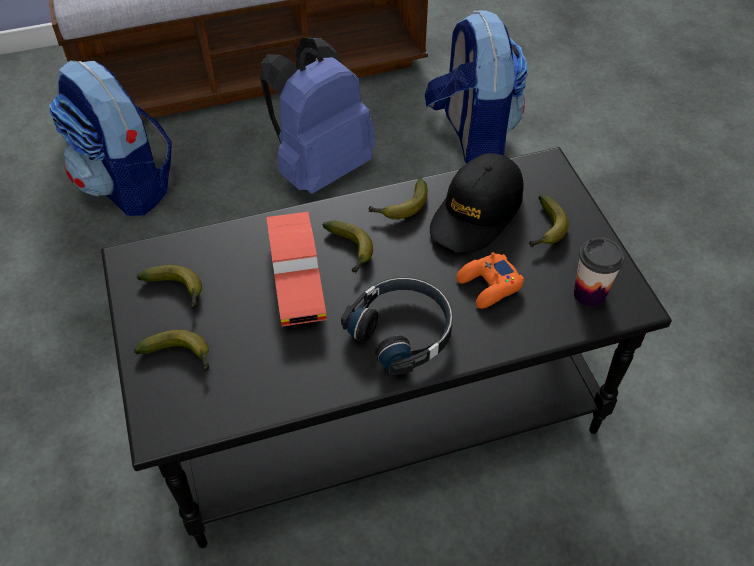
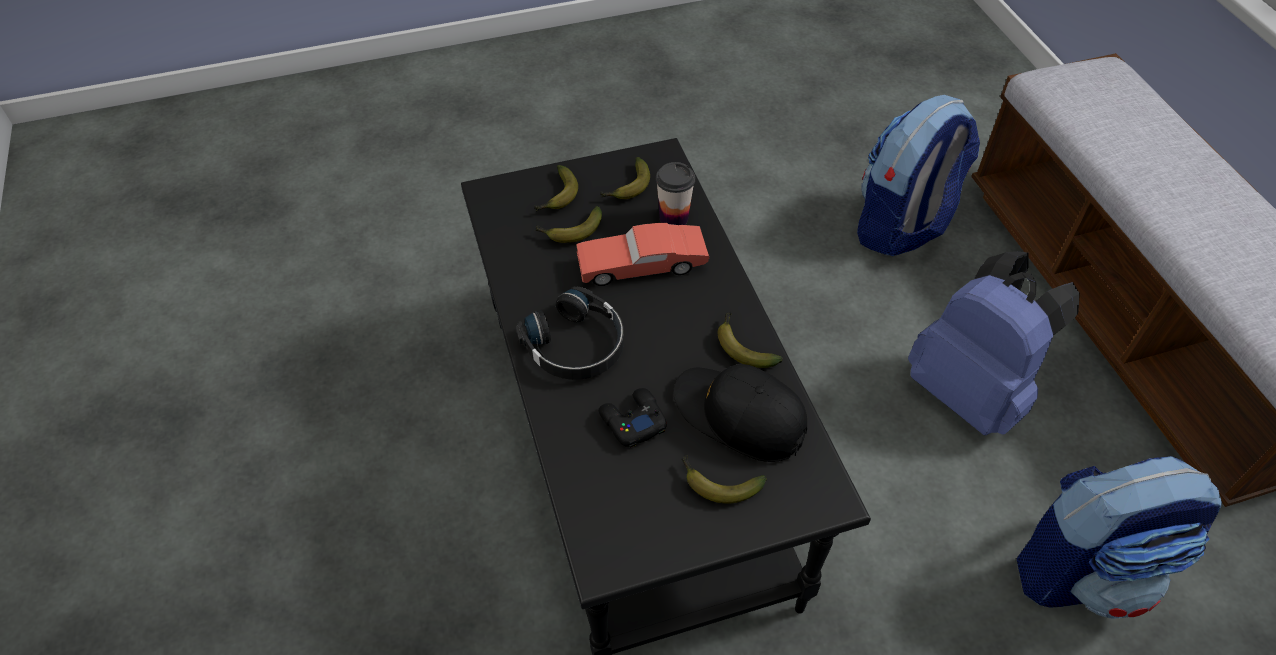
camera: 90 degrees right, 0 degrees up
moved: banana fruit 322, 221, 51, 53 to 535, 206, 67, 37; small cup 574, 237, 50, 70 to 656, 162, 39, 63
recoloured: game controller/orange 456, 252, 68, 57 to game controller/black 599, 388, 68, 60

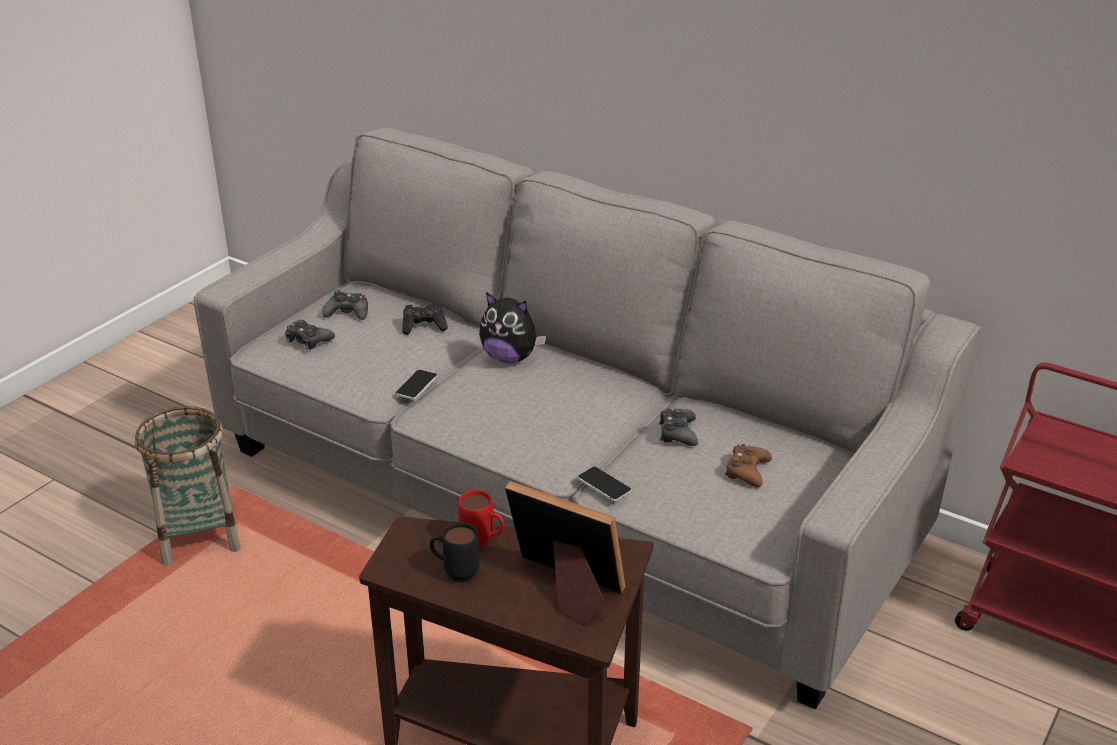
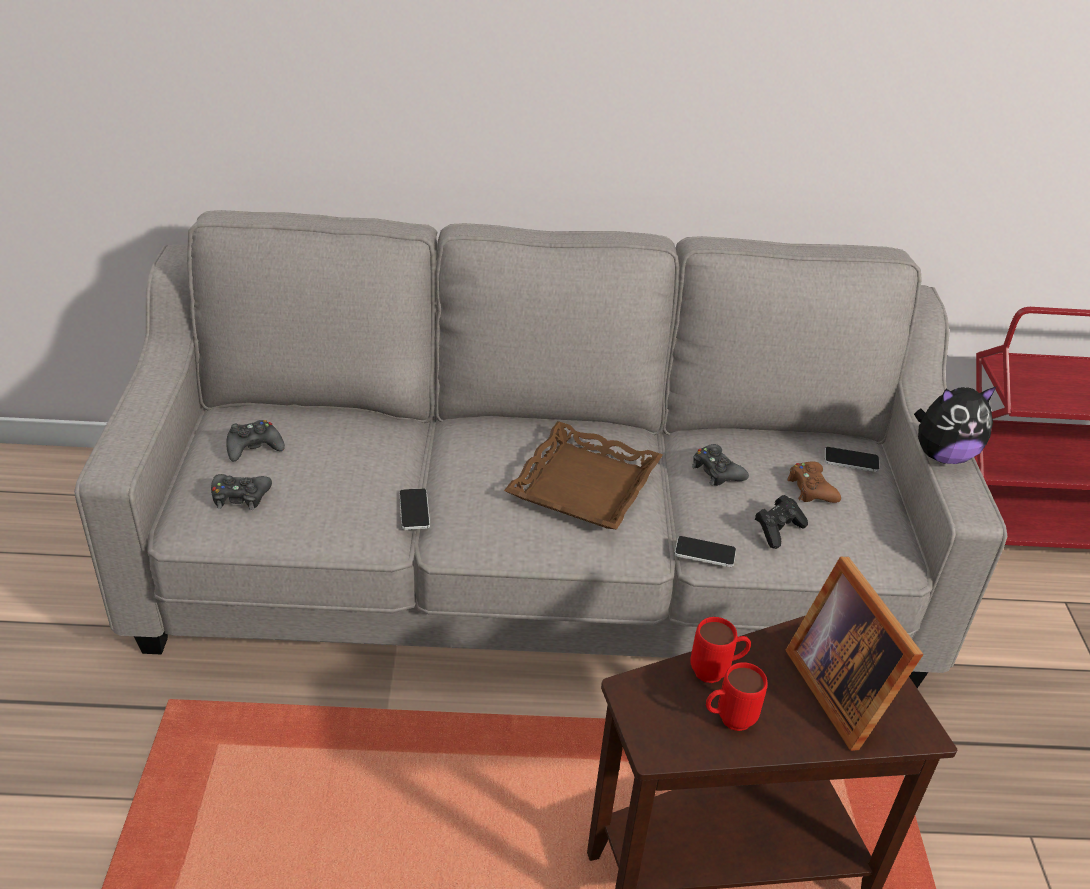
camera: 35 degrees left, 5 degrees up
removed: basket 135, 406, 106, 160
added: tray/brown 504, 421, 159, 109; handset 825, 447, 55, 25
moved: game controller/black 402, 302, 46, 33 to 755, 495, 53, 54; cuddly toy 479, 292, 67, 71 to 914, 386, 83, 78
recoloured: coffee mug/black 430, 523, 50, 60 to coffee mug/reddish 706, 662, 62, 69
turned: photo frame 505, 481, 121, 146 = 786, 557, 138, 194 105 degrees counterclockwise

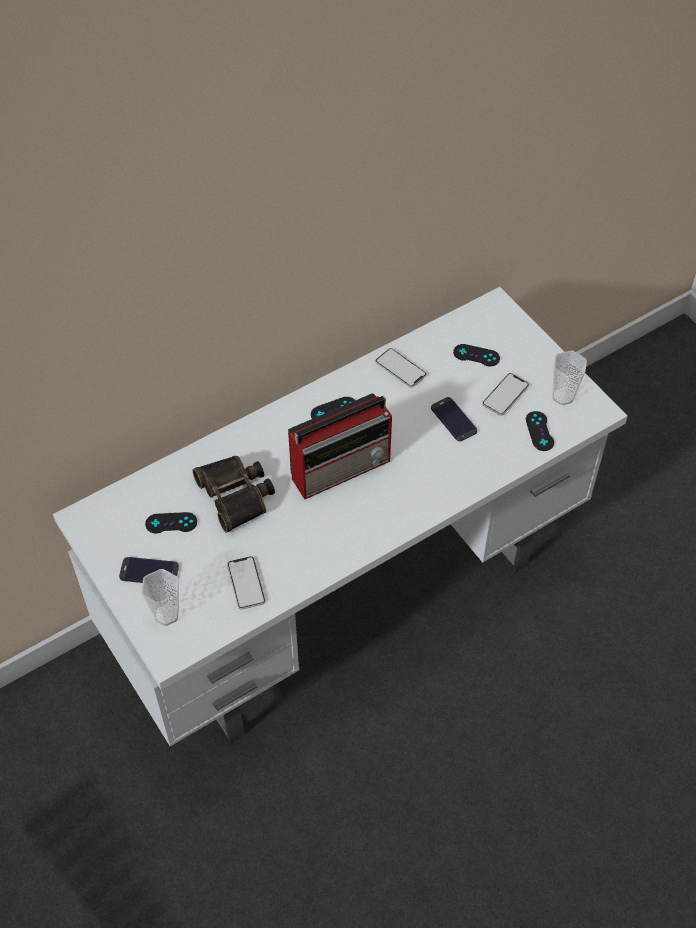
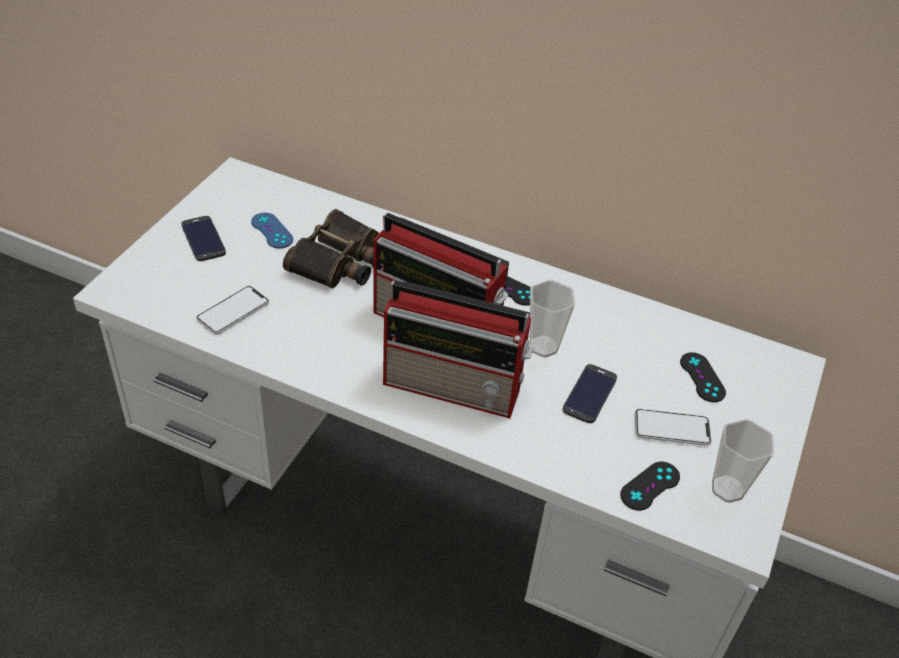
camera: 55 degrees right, 10 degrees down
removed: handset 375, 348, 52, 40
added: radio 383, 280, 151, 138
moved: small cup 141, 569, 38, 57 to 529, 280, 46, 77
recoloured: game controller/black 145, 512, 52, 22 to game controller/blue-coloured 251, 213, 42, 36

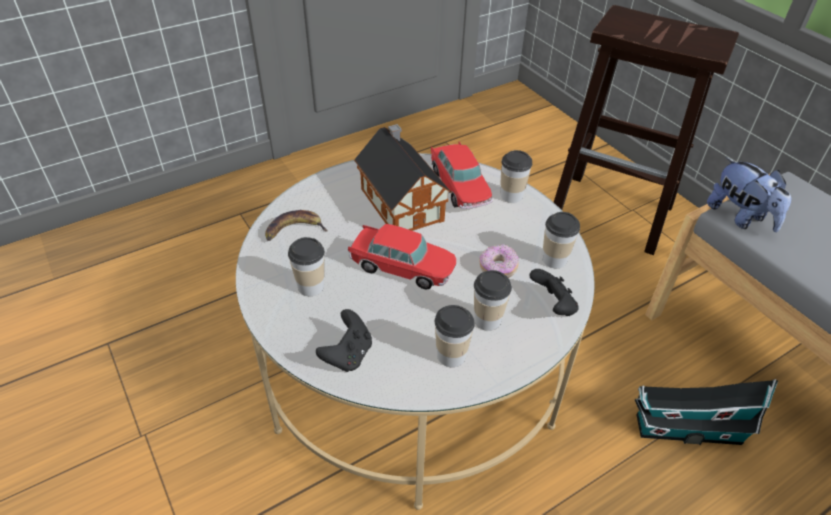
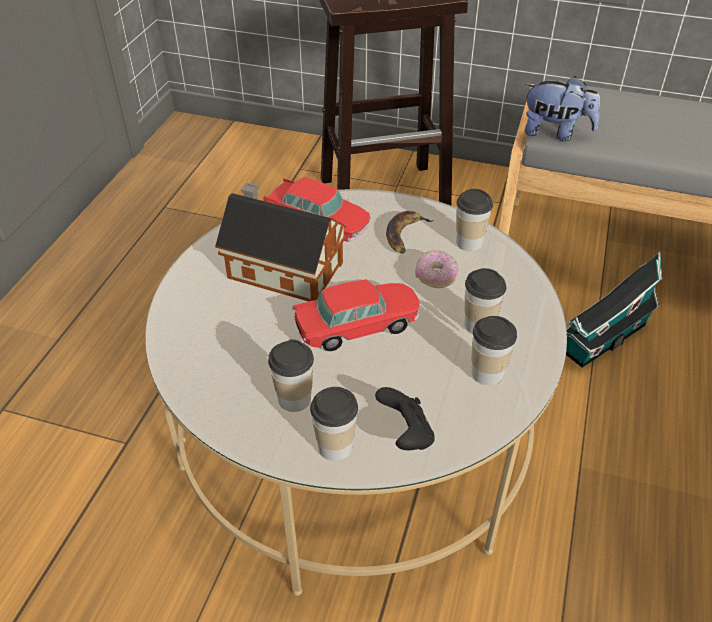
camera: 40 degrees left, 0 degrees up
removed: game controller/black 529, 269, 50, 47
moved: small cup 500, 150, 32, 53 to 310, 387, 48, 74; banana fruit 265, 210, 62, 31 to 386, 211, 48, 43

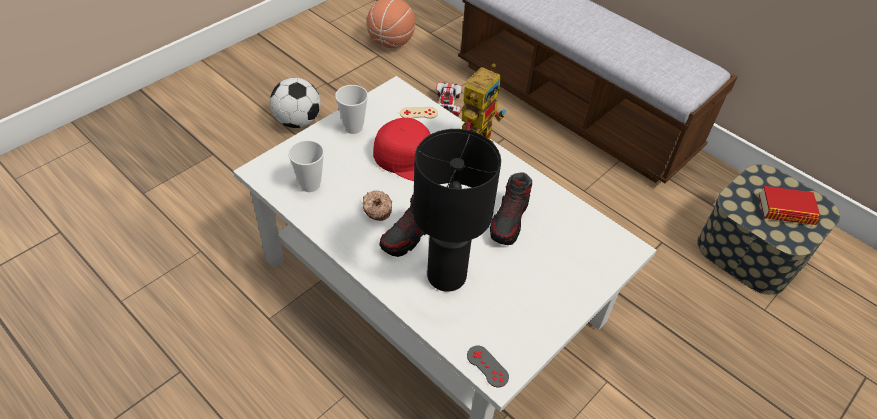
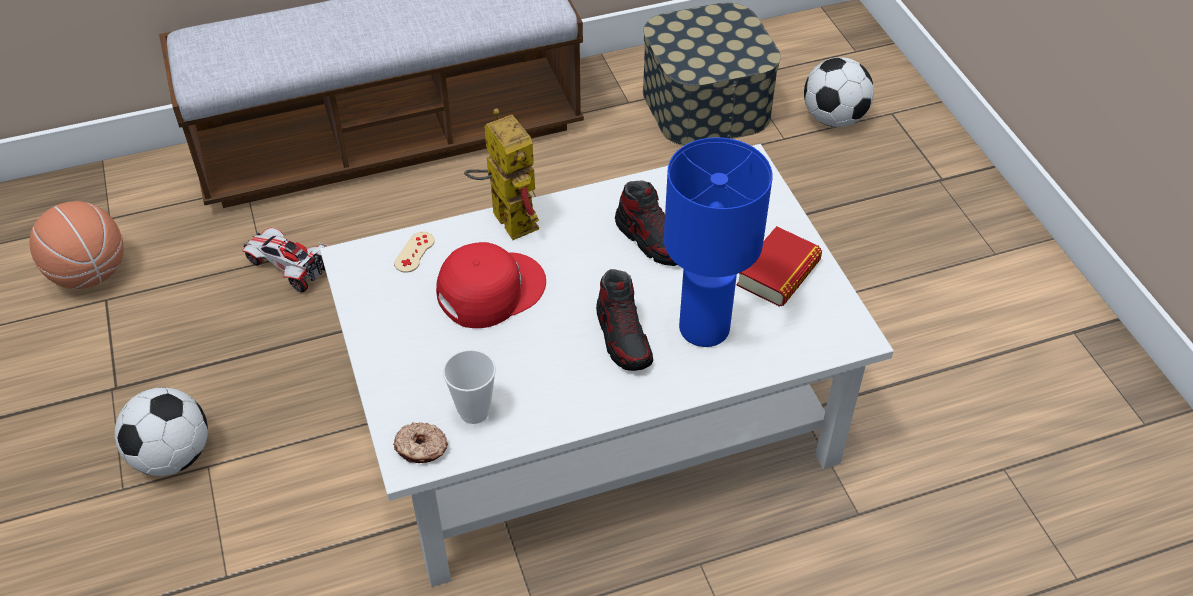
camera: 60 degrees left, 0 degrees up
removed: small cup 335, 85, 33, 49; game controller/greyish 467, 346, 42, 41
added: football 804, 57, 70, 70
moved: doughnut 363, 191, 29, 30 to 393, 422, 55, 41; volume 759, 186, 61, 39 to 736, 226, 86, 81
recoloured: table lamp/black 413, 129, 88, 163 to table lamp/blue-coloured 664, 137, 109, 210

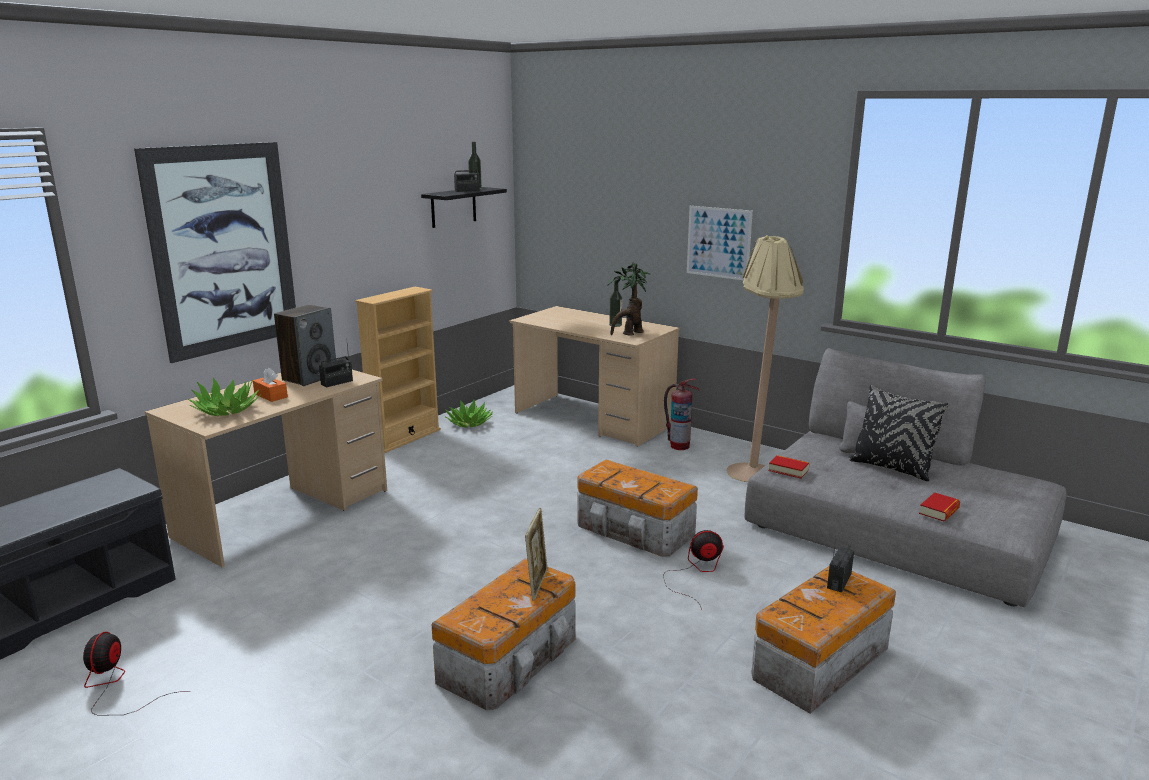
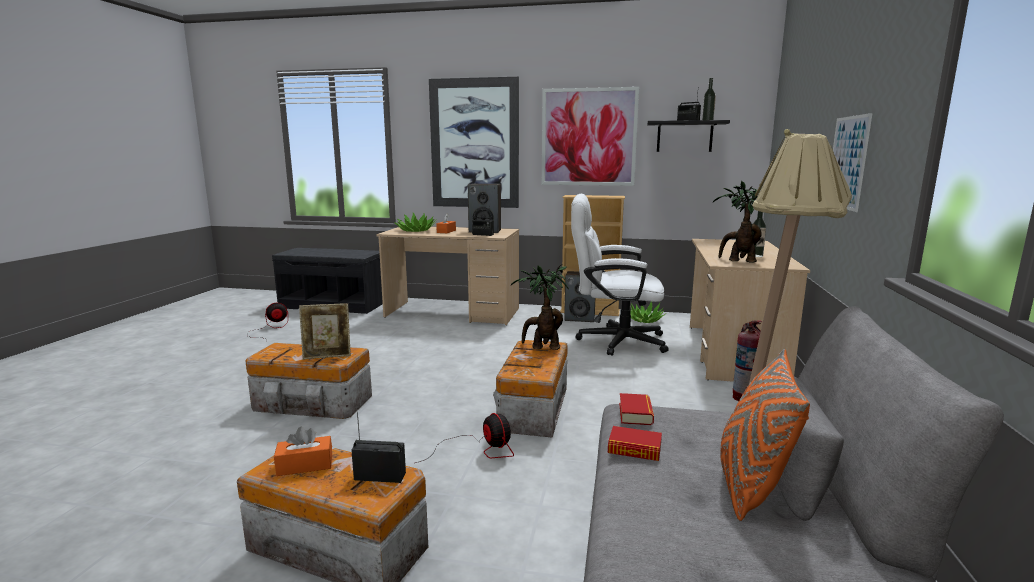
camera: 65 degrees right, 5 degrees down
added: box of tissues/orange 274, 427, 58, 49; plant in a pot 511, 264, 58, 86; wall art 542, 87, 97, 99; loudspeaker 564, 271, 31, 51; computer chair/whitish 571, 194, 98, 162
moved: volume 919, 492, 41, 30 to 608, 426, 54, 35
recoloured: cushion/black 849, 385, 100, 96 to cushion/orange 720, 349, 90, 172

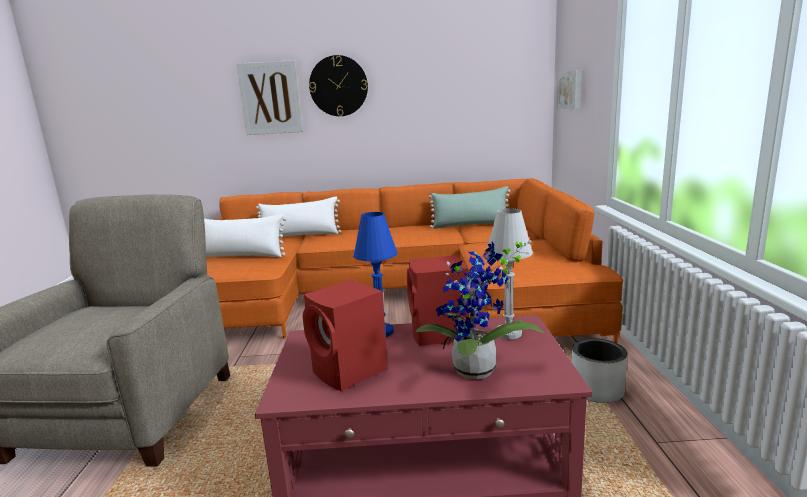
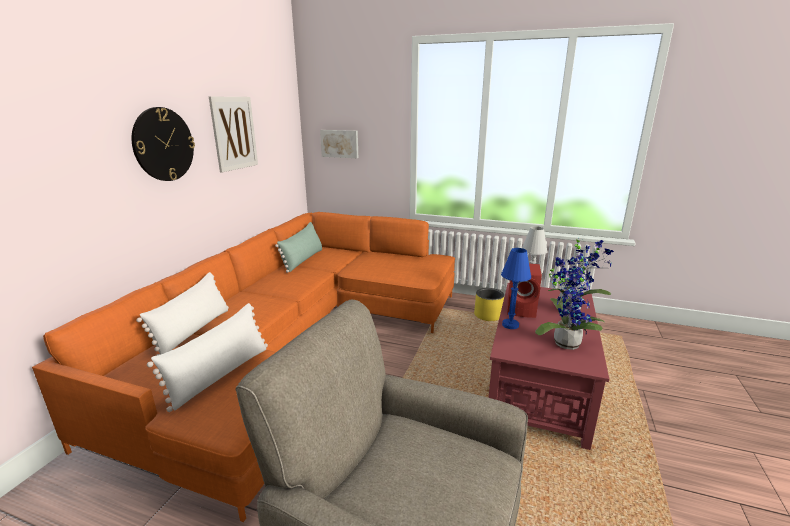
camera: 70 degrees left, 5 degrees up
moved: wall art 237, 60, 66, 75 to 209, 96, 49, 77
replaced: loudspeaker/reddish 303, 279, 85, 112 to plant in a pot 535, 257, 69, 93
recoloured: plant pot/greyish 571, 338, 56, 65 to plant pot/yellowish 474, 288, 30, 33

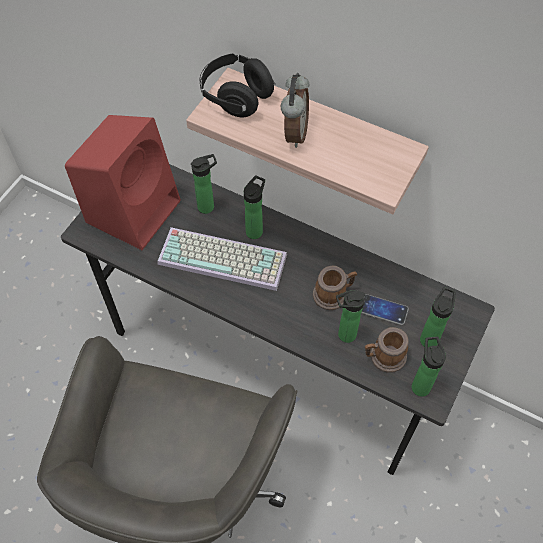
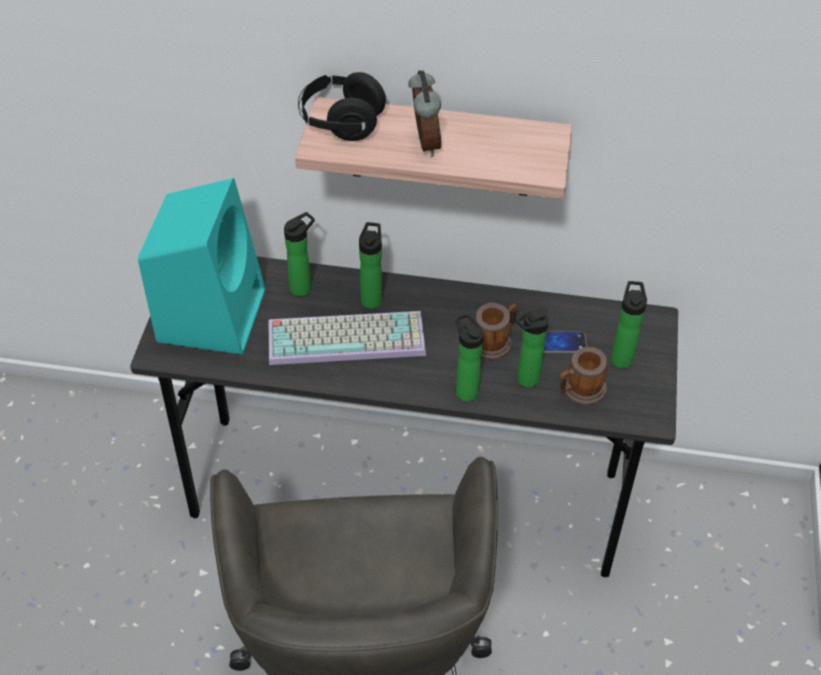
camera: 20 degrees left, 10 degrees down
moved: drink bottle 412, 337, 34, 60 to 455, 313, 29, 89
recoloured: loudspeaker/reddish 65, 115, 116, 135 to loudspeaker/blue-green 138, 178, 128, 177

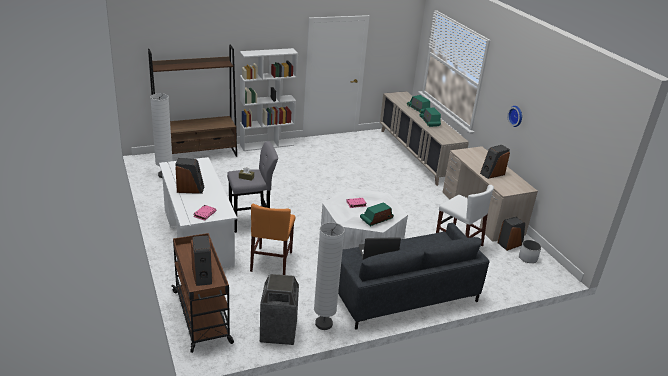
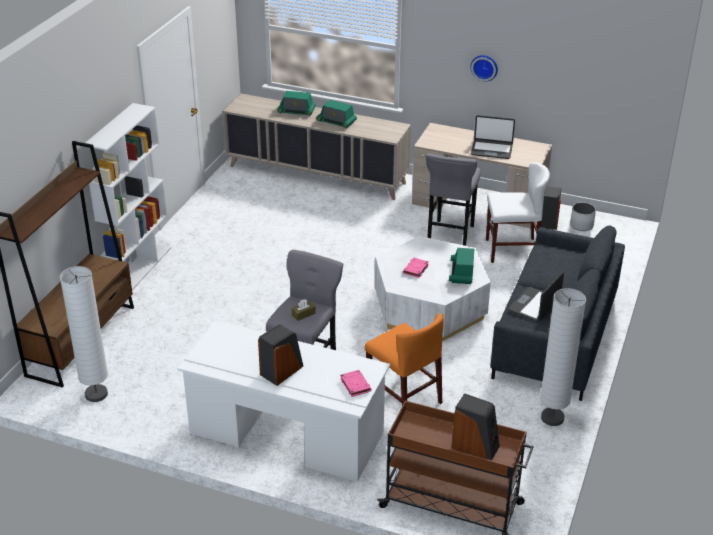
camera: 45 degrees left, 5 degrees up
removed: waste bin 260, 274, 39, 71
added: sitting stool/greyish 426, 153, 55, 93
replaced: loudspeaker 480, 145, 30, 34 to laptop 471, 115, 44, 44

